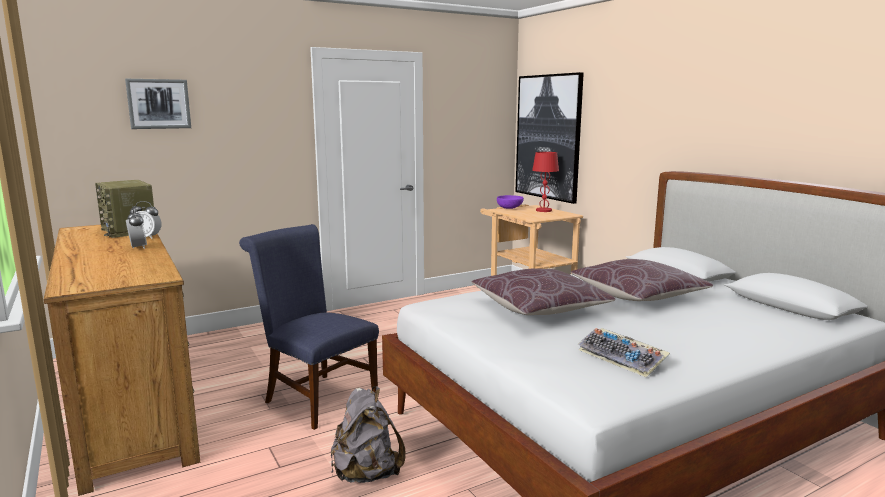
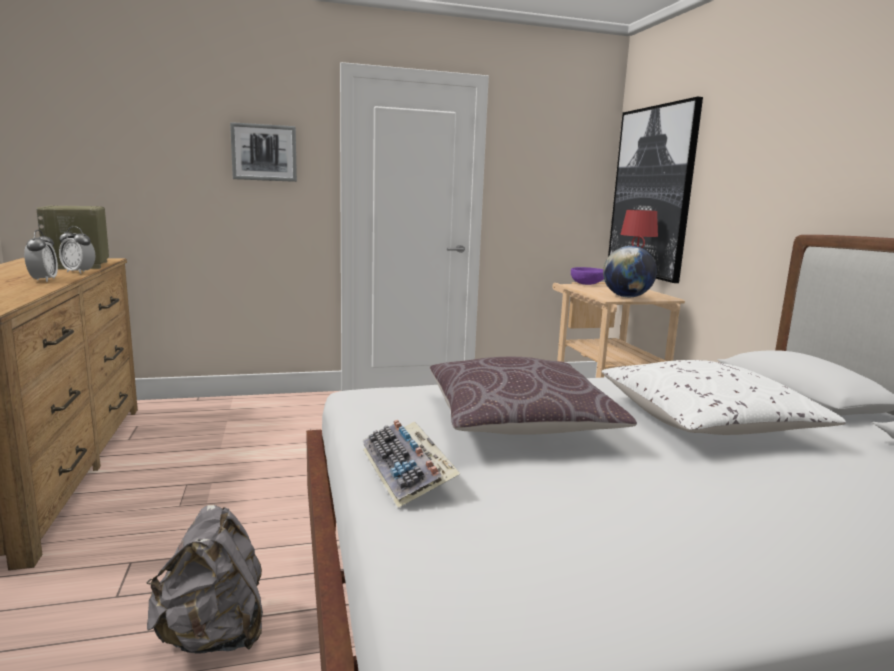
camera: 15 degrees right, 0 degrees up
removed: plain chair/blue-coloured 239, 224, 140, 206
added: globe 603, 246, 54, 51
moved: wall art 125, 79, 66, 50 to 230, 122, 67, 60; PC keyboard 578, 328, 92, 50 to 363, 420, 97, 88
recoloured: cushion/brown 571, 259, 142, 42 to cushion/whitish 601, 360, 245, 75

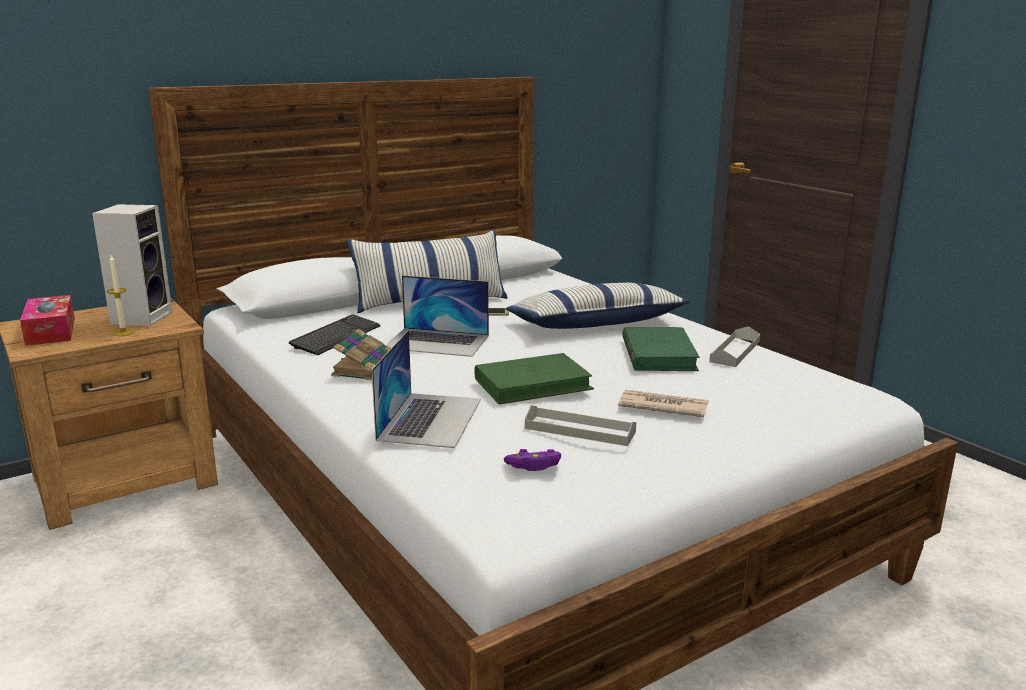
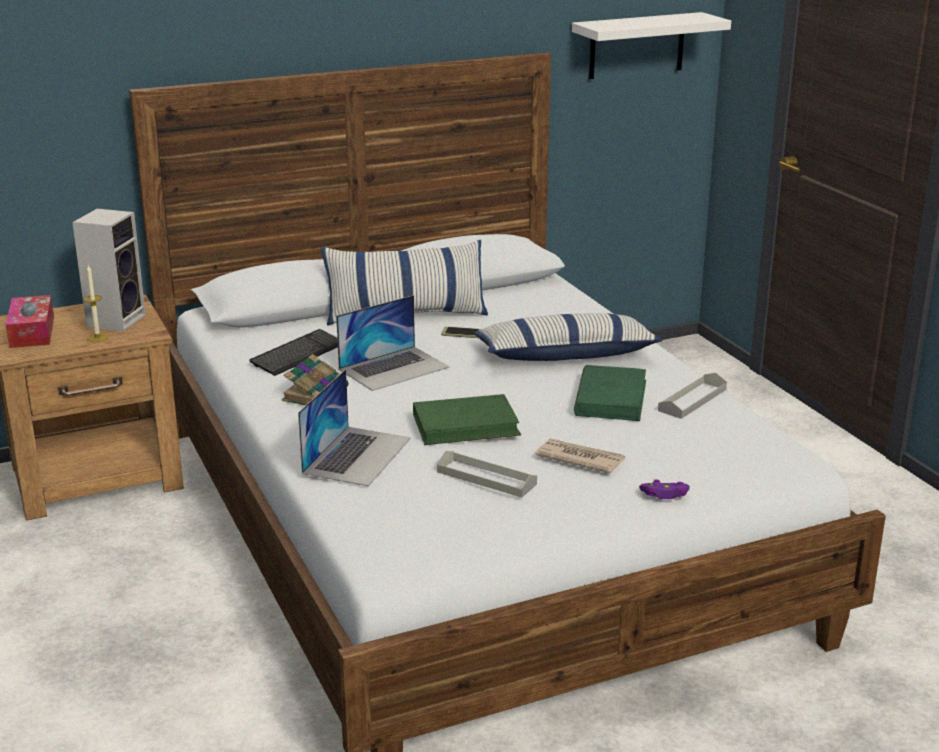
camera: 10 degrees right, 5 degrees up
added: shelf/whitish 572, 12, 159, 67
moved: game controller/purple 504, 449, 57, 22 to 639, 479, 51, 20
turned: laptop 386, 275, 103, 82 = 336, 295, 113, 96 60 degrees counterclockwise

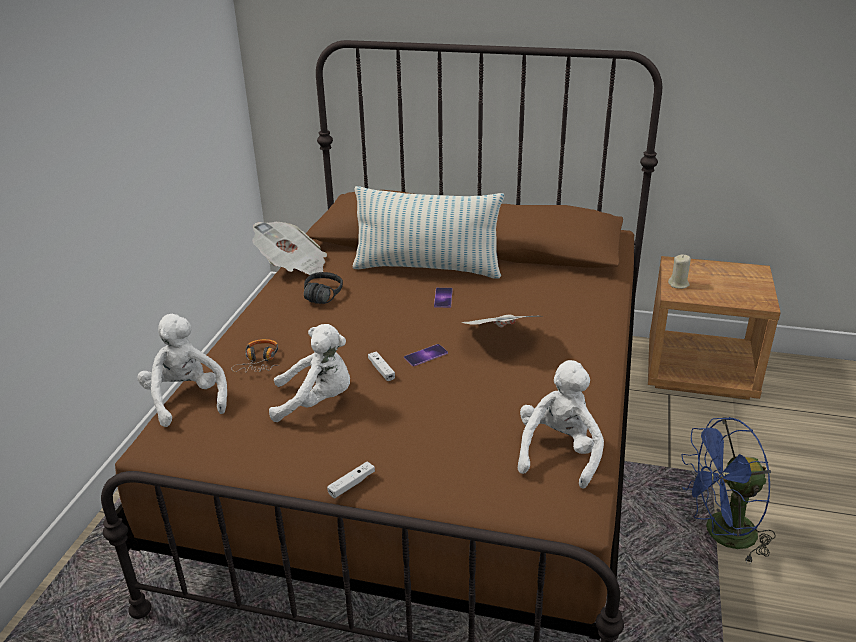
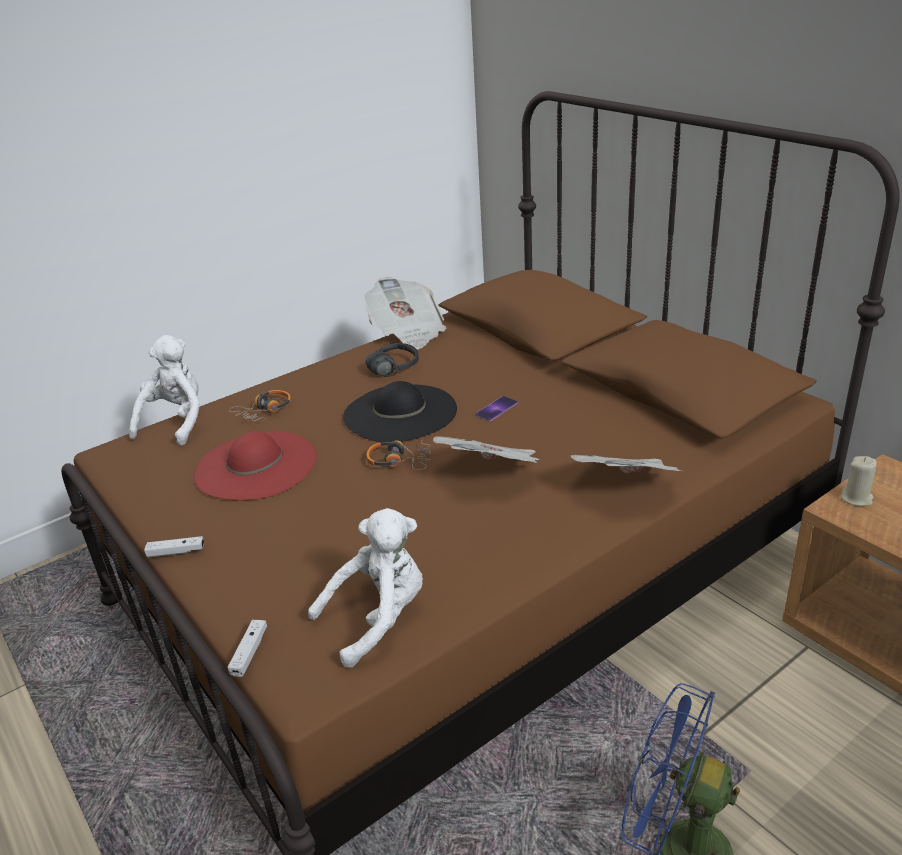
camera: 40 degrees right, 0 degrees up
removed: cushion 352, 186, 152, 93
added: clothing hat/black 343, 381, 114, 61; printed paper 570, 455, 115, 19
moved: game controller/whitish 368, 351, 27, 30 to 228, 620, 39, 57
replaced: cuddly toy/whitish 269, 324, 81, 98 to clothing hat/reddish 194, 431, 123, 69; handset 404, 344, 44, 22 to headset 366, 439, 65, 31

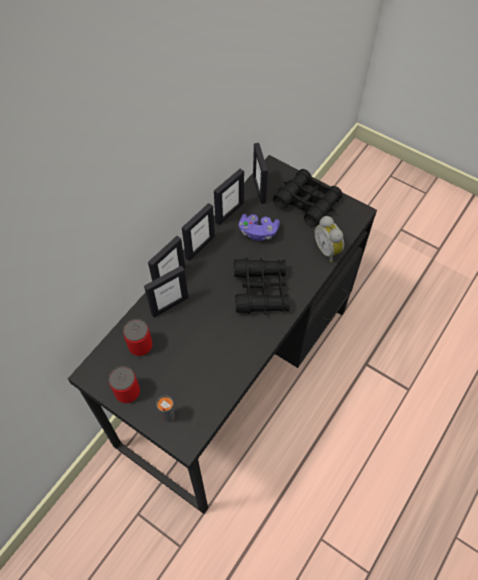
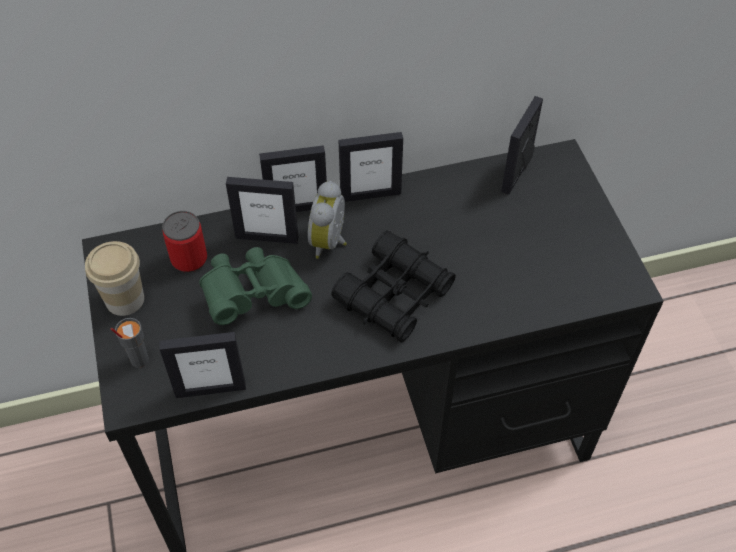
camera: 40 degrees right, 5 degrees down
removed: game controller/purple 239, 214, 41, 27; field glasses/black 273, 169, 70, 58
added: field glasses/green-coloured 199, 247, 113, 78
moved: photo frame 214, 169, 30, 56 to 159, 332, 87, 66; table clock 314, 216, 30, 47 to 308, 181, 39, 78
replaced: sealed can 109, 366, 31, 37 to small cup 85, 241, 59, 75

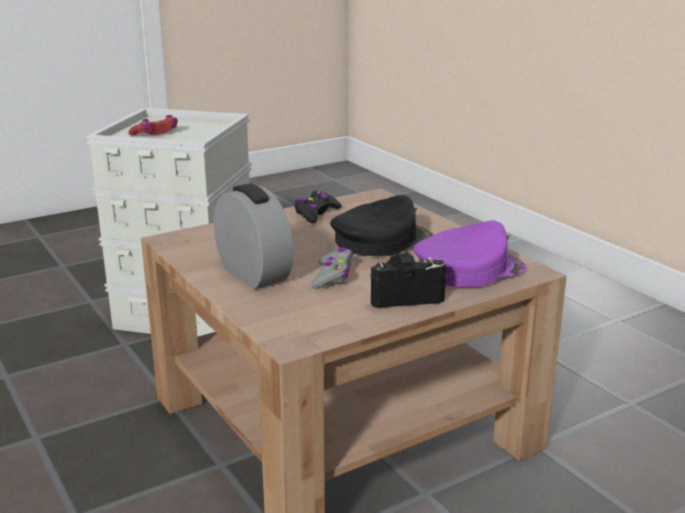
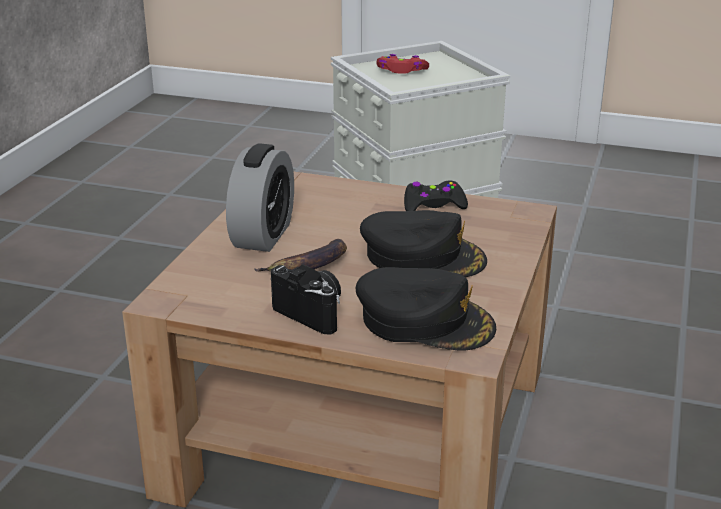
camera: 50 degrees right, 5 degrees up
replaced: game controller/greyish 311, 247, 42, 42 to banana fruit 254, 239, 93, 33
recoloured: cap/purple 414, 221, 113, 66 to cap/black 356, 267, 140, 83

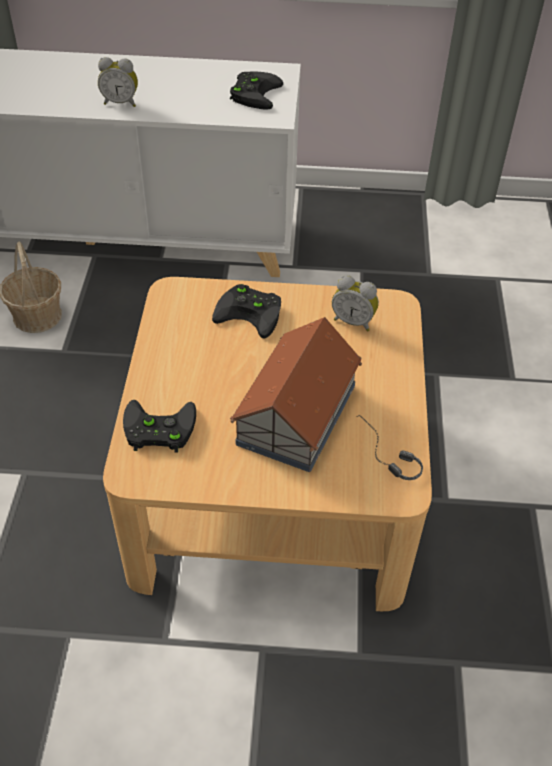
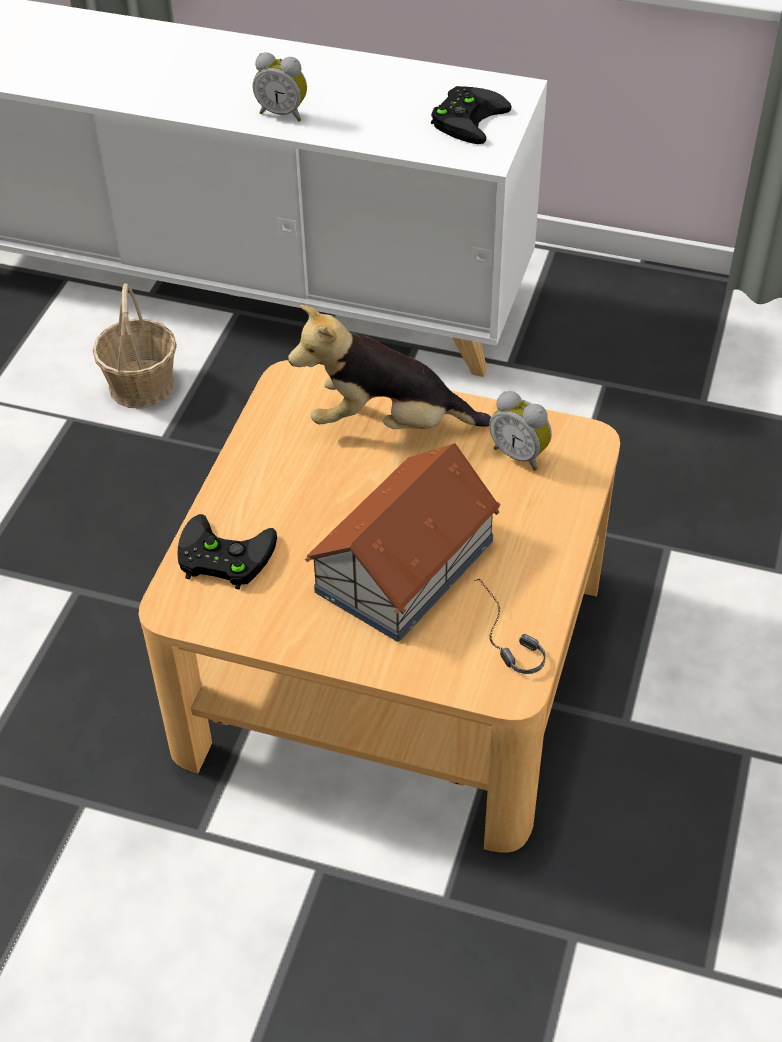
camera: 15 degrees right, 0 degrees up
replaced: game controller/black 212, 284, 69, 55 to cuddly toy 288, 305, 203, 124

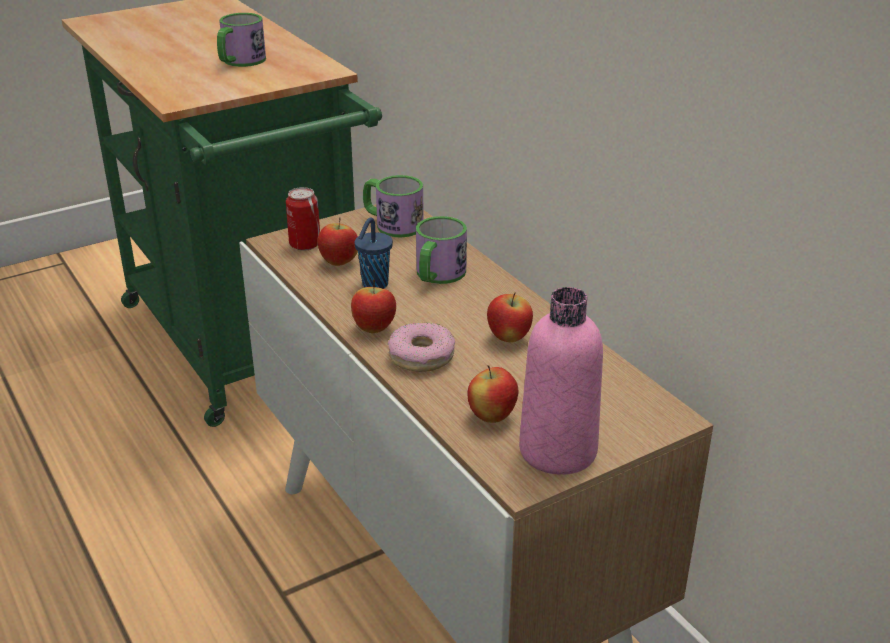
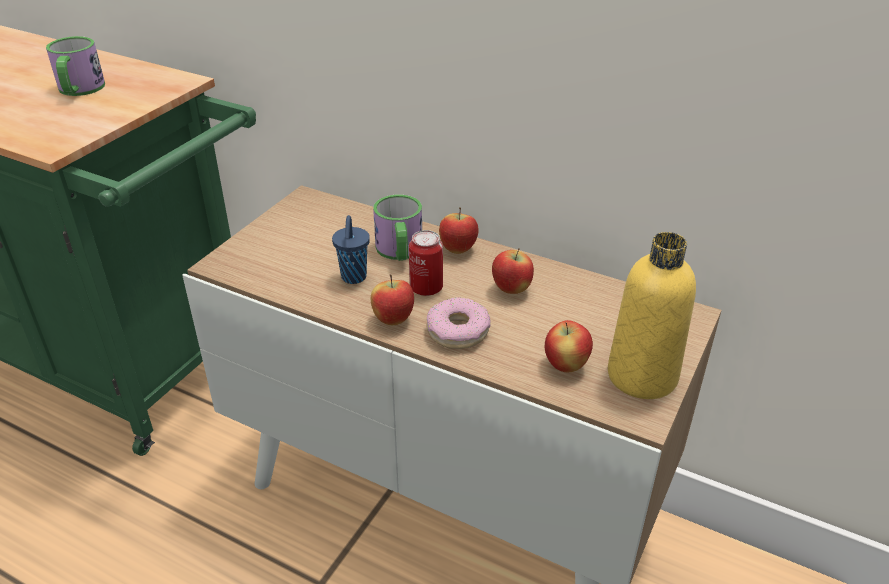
camera: 30 degrees left, 5 degrees up
removed: coffee mug 363, 175, 61, 62
moved: sealed can 286, 187, 34, 64 to 409, 230, 34, 66; whole apple 317, 217, 41, 49 to 439, 207, 40, 47
recoloured: drink bottle/pinkish 519, 287, 84, 188 to drink bottle/yellowish 608, 232, 88, 167

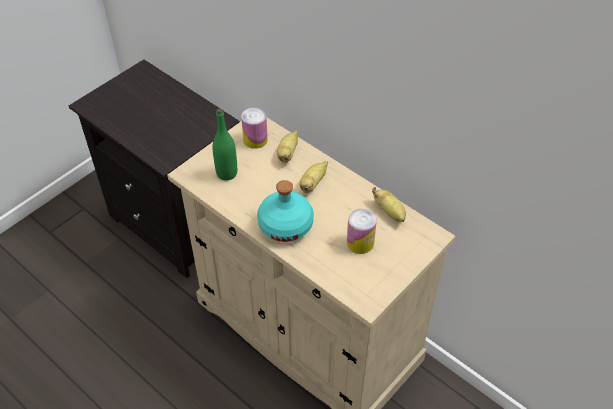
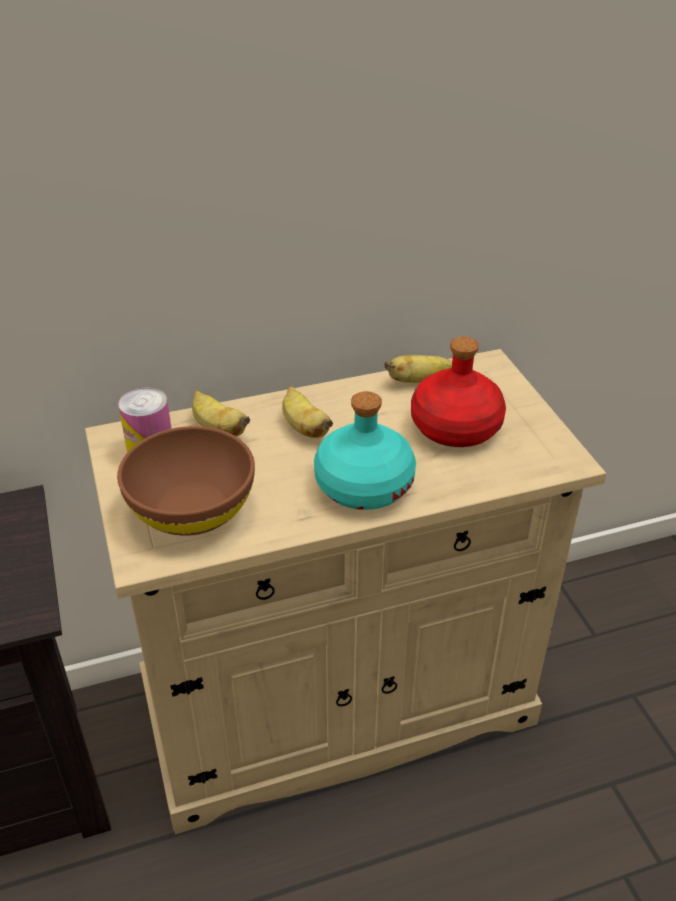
camera: 60 degrees left, 10 degrees down
replaced: drink bottle/green-coloured 212, 109, 25, 72 to serving bowl/brown 117, 426, 138, 110; sealed can 347, 209, 30, 45 to drink bottle/reddish 411, 337, 95, 110

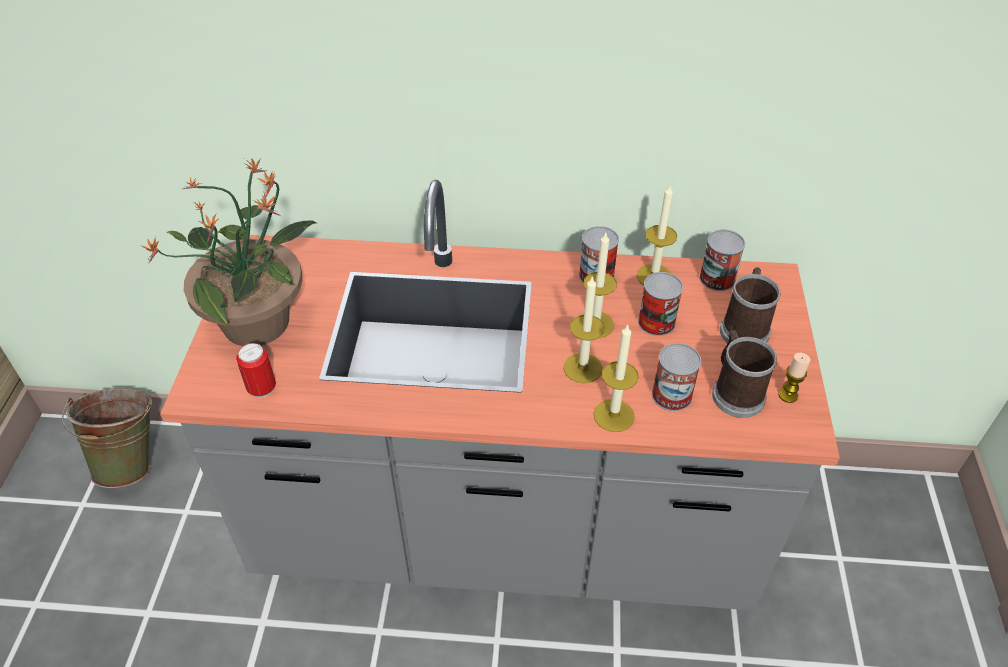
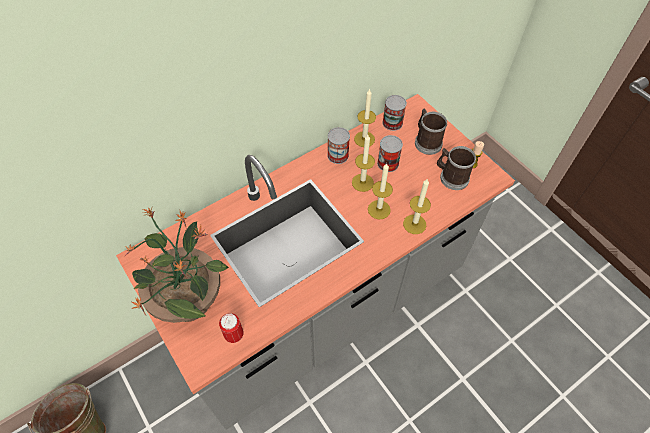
camera: 40 degrees left, 10 degrees up
removed: sealed can 652, 343, 49, 68

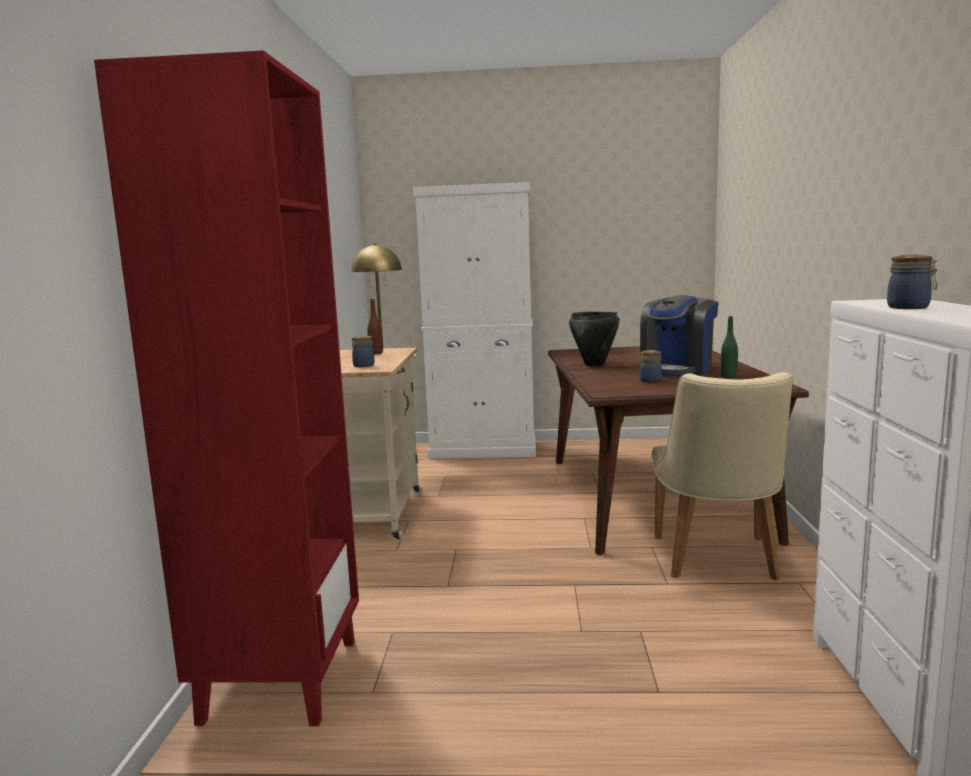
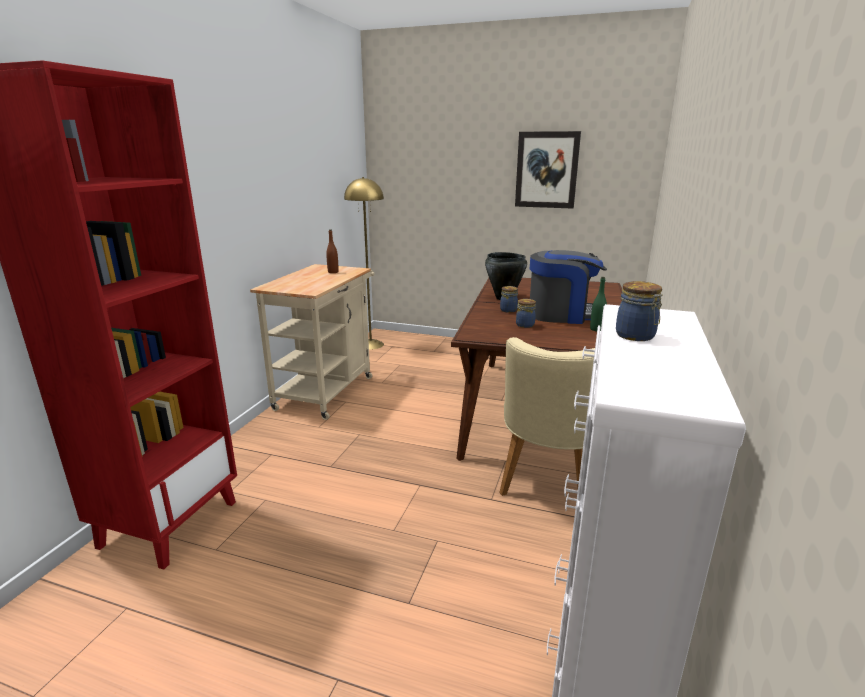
camera: 15 degrees right, 10 degrees up
removed: storage cabinet/whitish 413, 182, 123, 277
added: wall art 515, 131, 66, 78
moved: jar 352, 335, 23, 32 to 500, 286, 18, 27
turned: coffee maker 640, 295, 79, 81 = 530, 250, 77, 74 135 degrees counterclockwise

